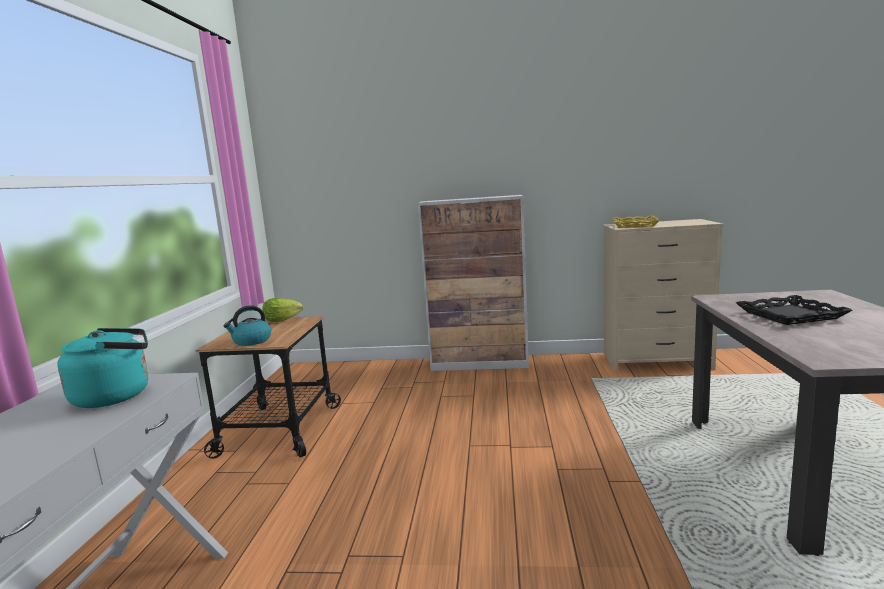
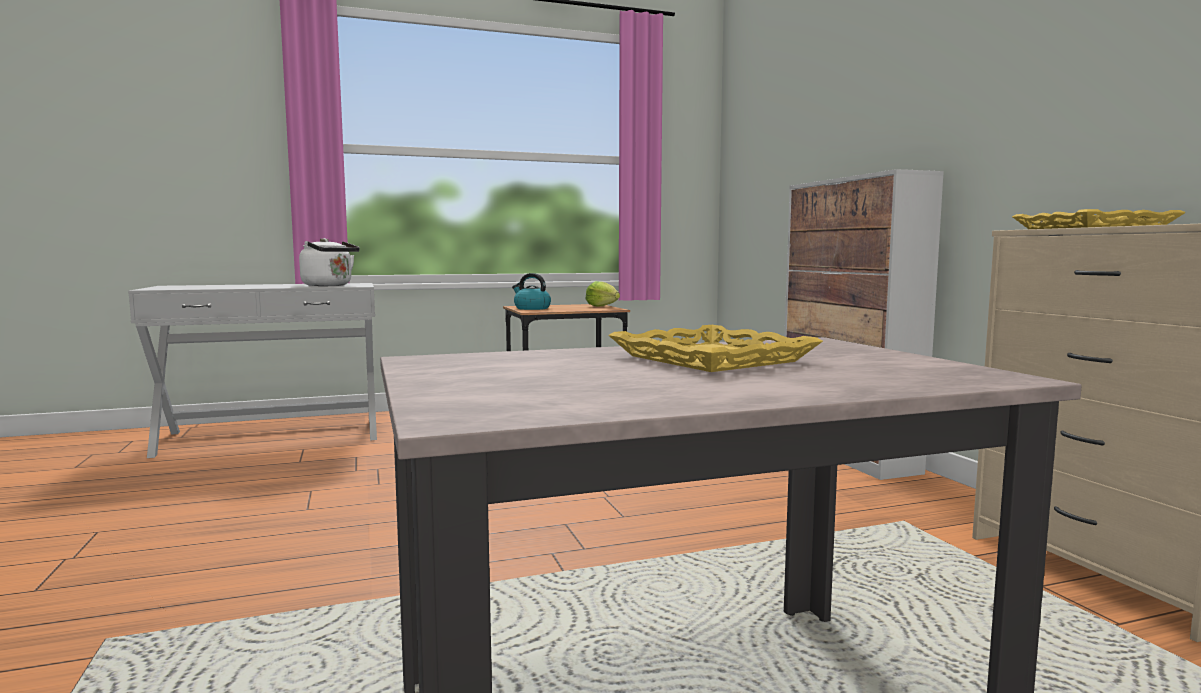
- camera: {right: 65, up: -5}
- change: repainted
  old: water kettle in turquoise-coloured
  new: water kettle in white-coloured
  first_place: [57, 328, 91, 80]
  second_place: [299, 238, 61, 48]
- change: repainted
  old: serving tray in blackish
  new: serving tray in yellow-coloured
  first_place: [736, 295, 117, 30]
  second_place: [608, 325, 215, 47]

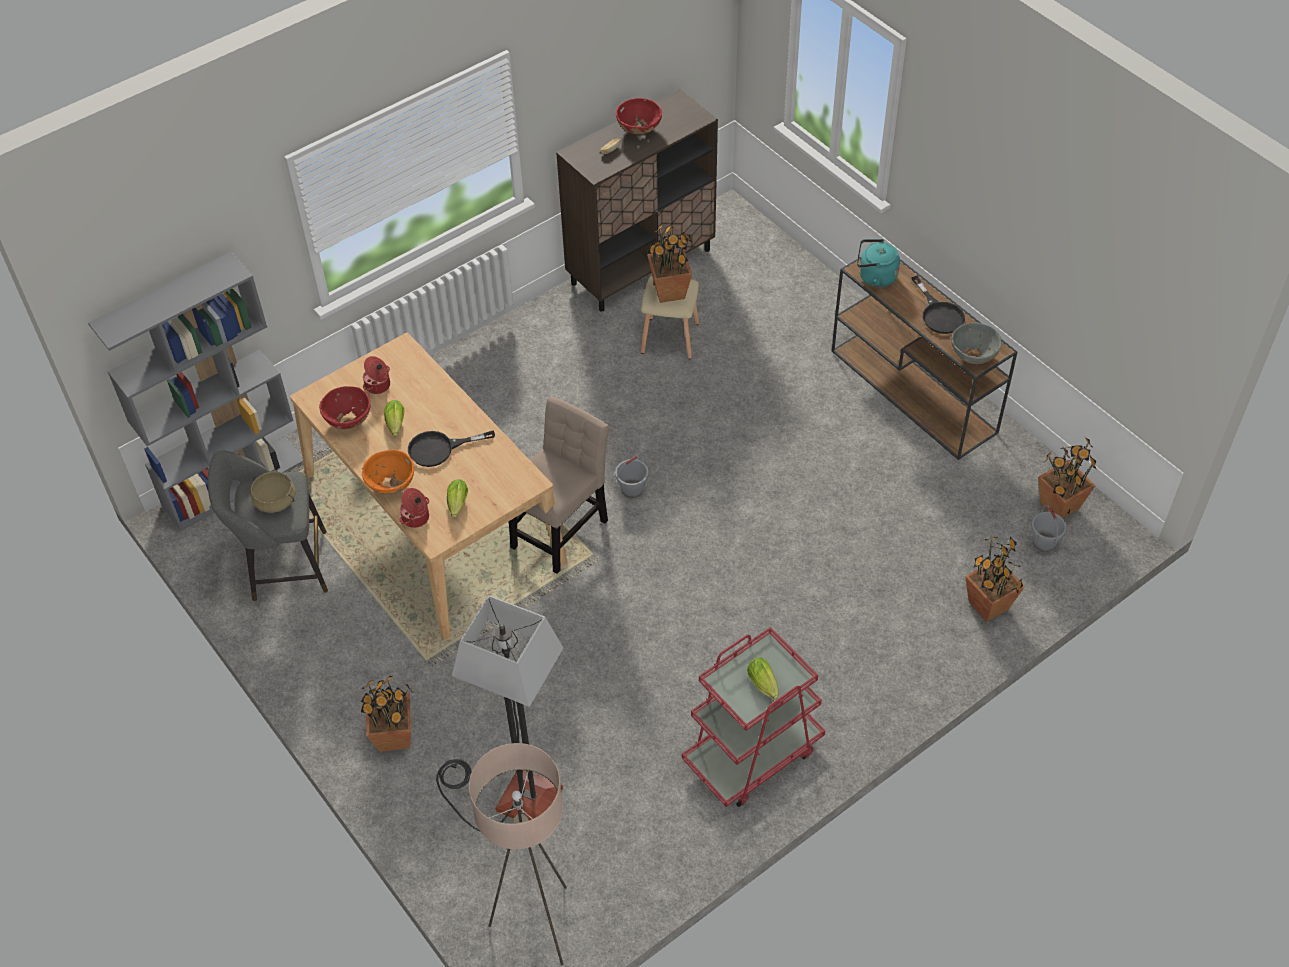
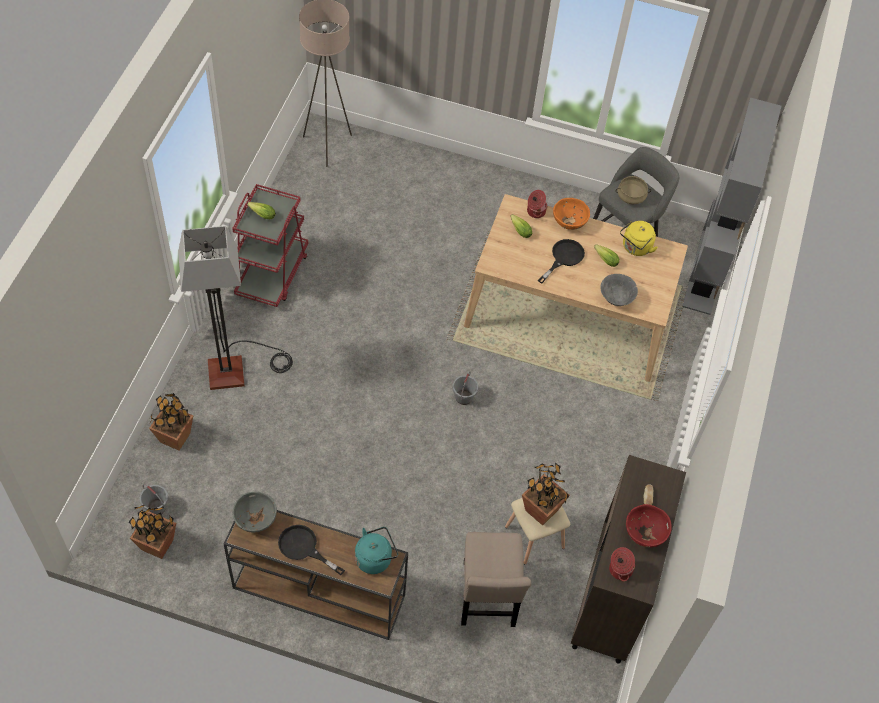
- camera: {right: 140, up: 5}
- change: shifted
  old: standing lamp
  first_place: [436, 595, 127, 237]
  second_place: [178, 226, 115, 164]
- change: shifted
  old: chair in beige
  first_place: [509, 397, 100, 177]
  second_place: [461, 532, 70, 95]
- change: new
  new: bowl in greyish
  second_place: [600, 274, 38, 32]
- change: shifted
  old: stockpot
  first_place: [363, 356, 27, 38]
  second_place: [609, 547, 27, 35]
- change: swapped
  old: bowl in reddish
  new: water kettle in yellow-coloured
  first_place: [319, 386, 51, 43]
  second_place: [620, 221, 38, 35]
- change: gone
  old: houseplant
  first_place: [361, 676, 53, 76]

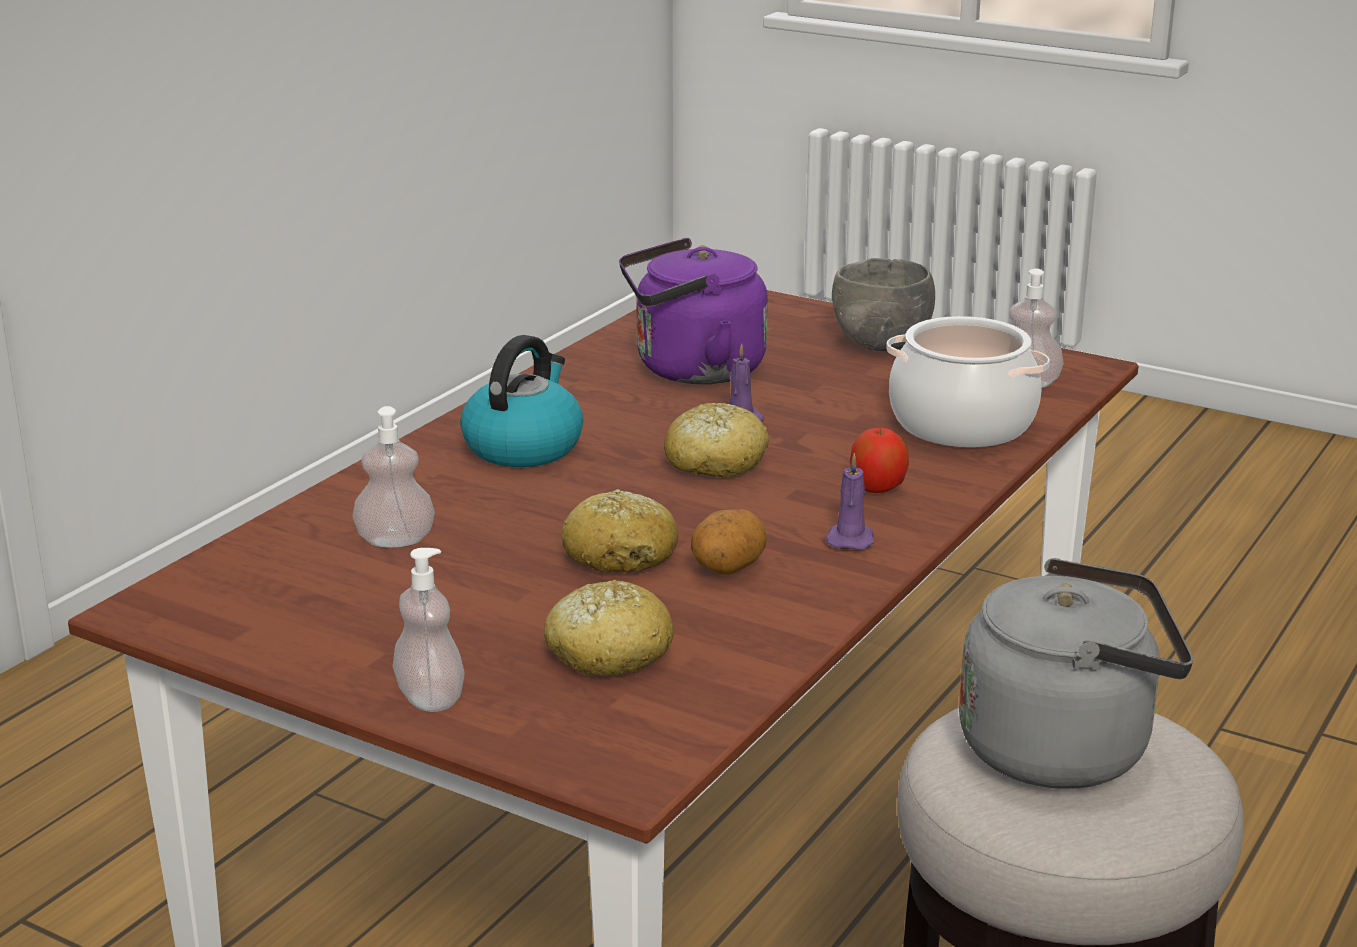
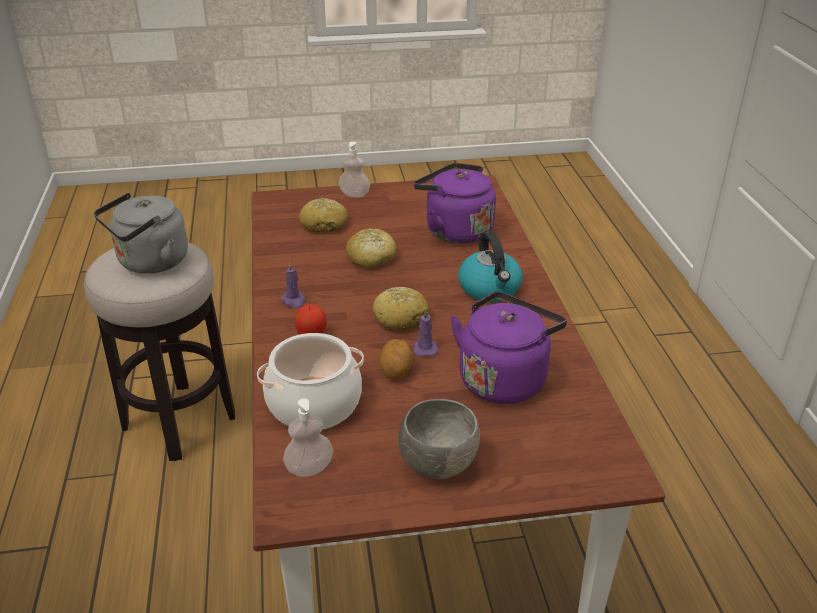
- camera: {right: 140, up: 10}
- change: shifted
  old: spud
  first_place: [691, 509, 76, 66]
  second_place: [379, 339, 34, 40]
- change: swapped
  old: liquid soap bottle
  new: water kettle in purple-coloured
  first_place: [352, 406, 83, 141]
  second_place: [414, 163, 82, 81]

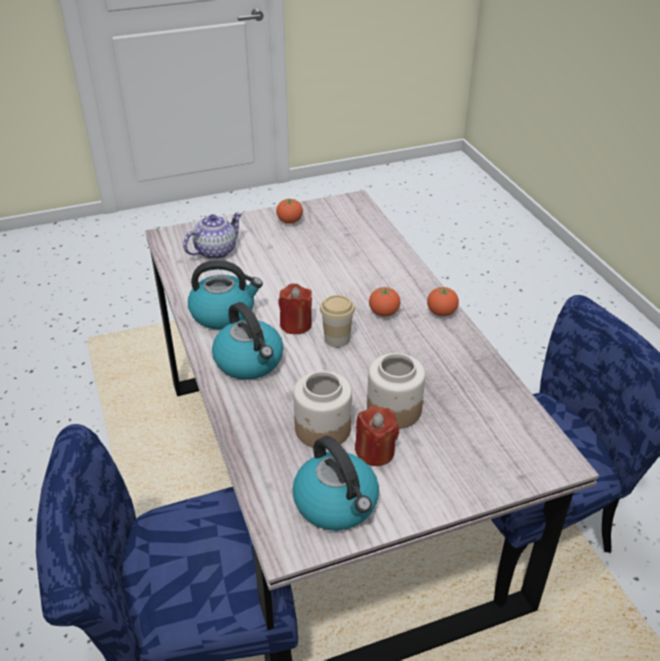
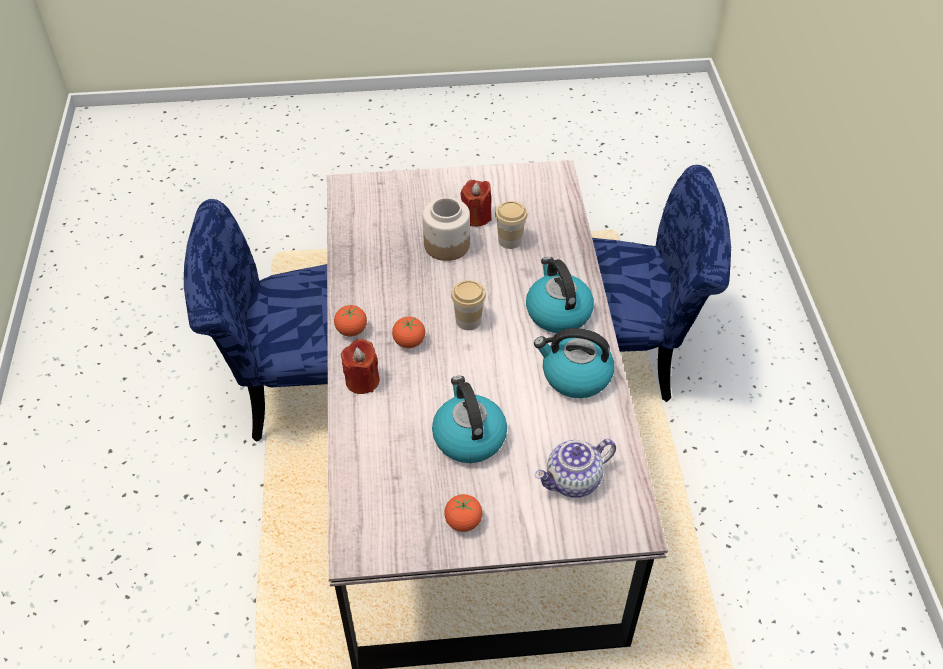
- camera: {right: -165, up: 10}
- change: shifted
  old: wax candle in reddish
  first_place: [278, 283, 34, 51]
  second_place: [341, 339, 39, 55]
- change: shifted
  old: water kettle
  first_place: [292, 436, 87, 95]
  second_place: [432, 376, 75, 87]
- change: swapped
  old: preserve jar
  new: cup
  first_place: [293, 371, 59, 76]
  second_place: [495, 201, 32, 48]

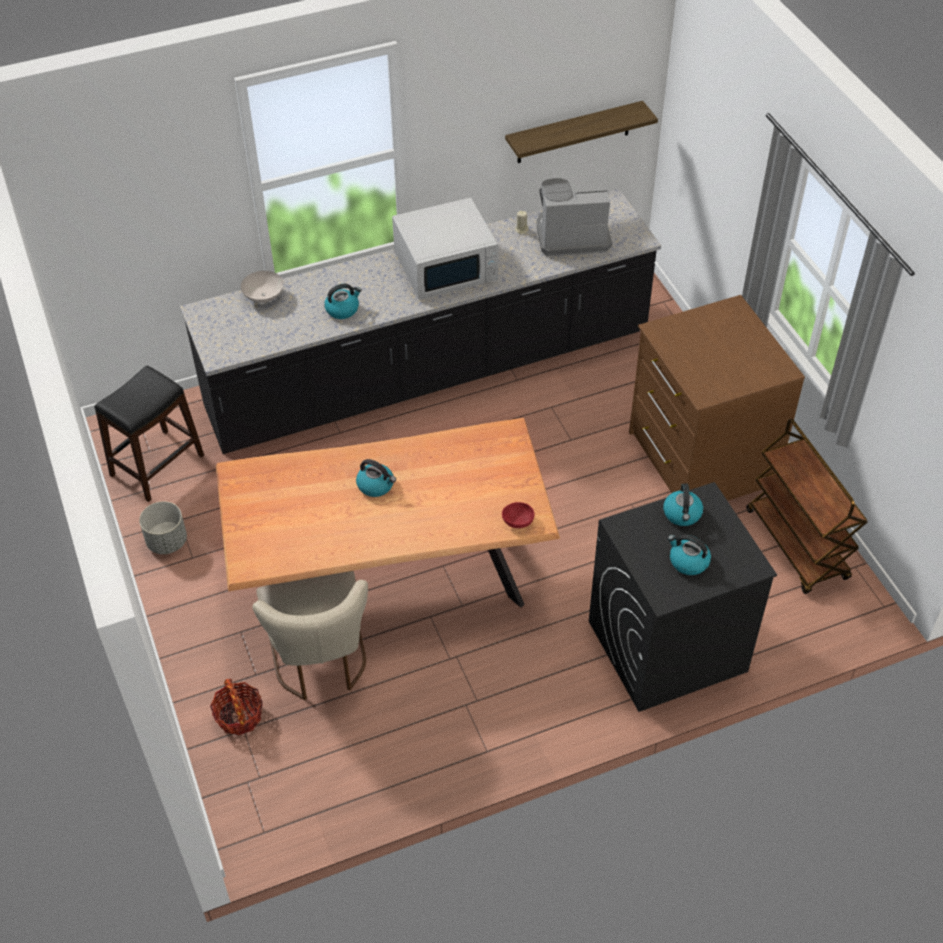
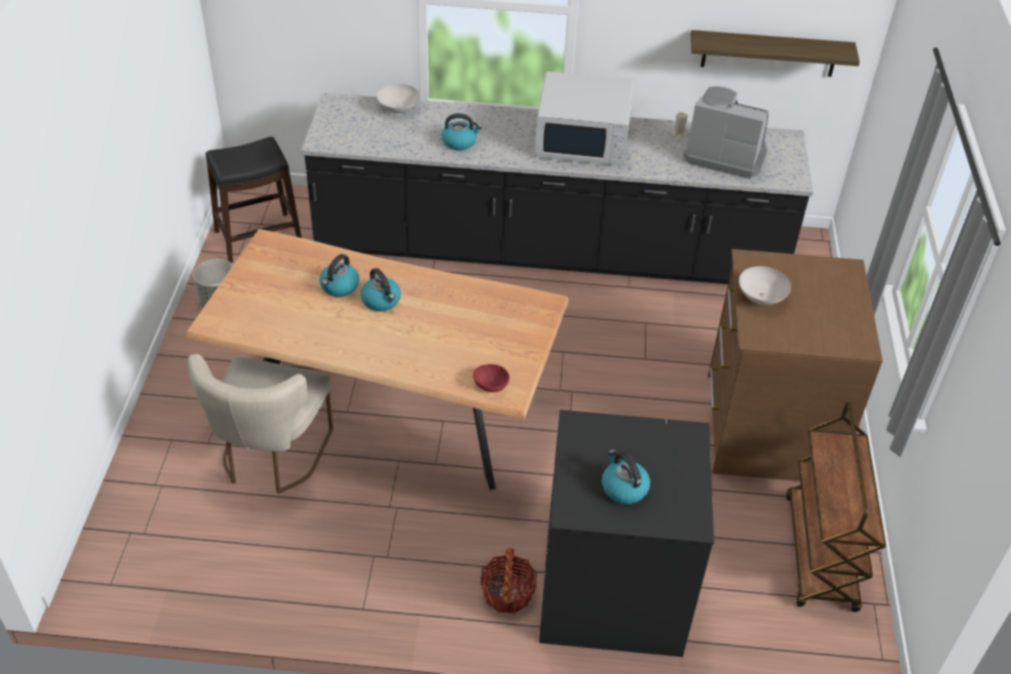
- camera: {right: 25, up: -5}
- change: shifted
  old: water kettle
  first_place: [663, 483, 40, 43]
  second_place: [320, 254, 39, 43]
- change: shifted
  old: basket
  first_place: [210, 679, 53, 56]
  second_place: [480, 548, 57, 66]
- change: new
  new: bowl in white-coloured
  second_place: [739, 266, 52, 39]

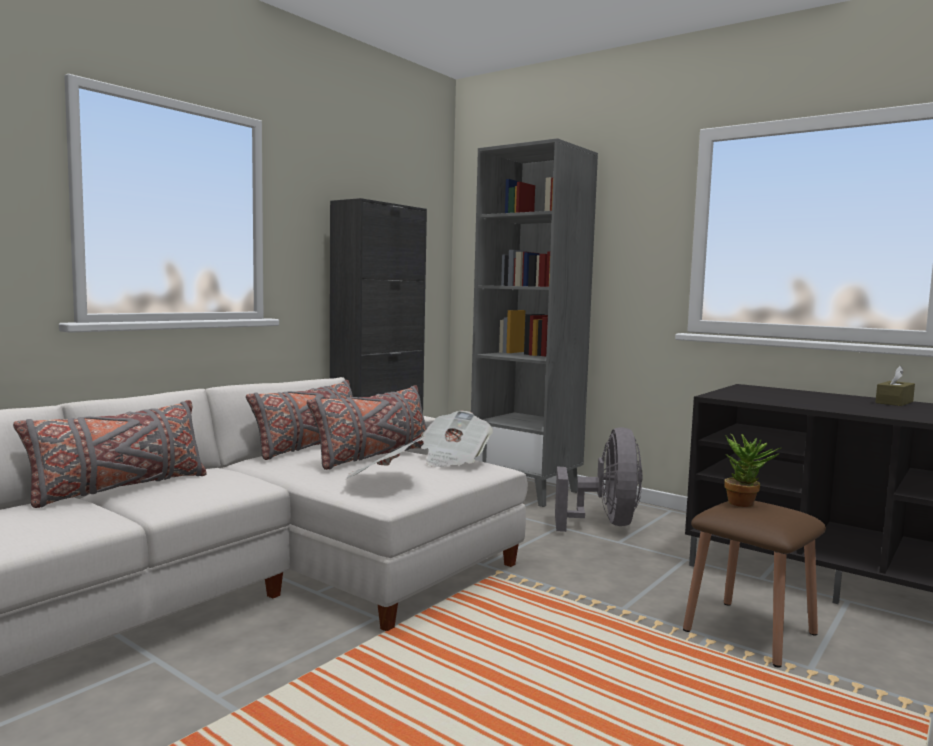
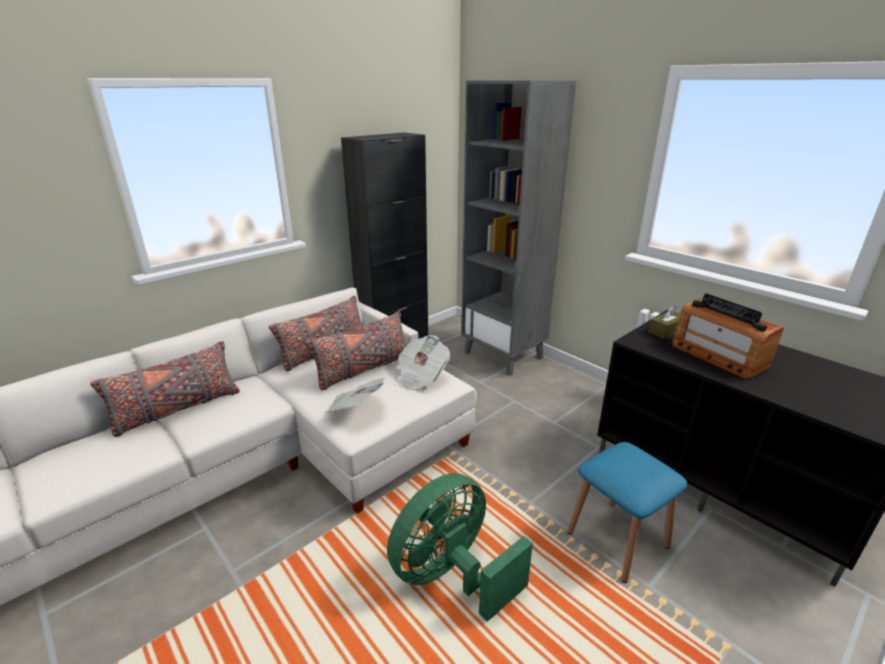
- camera: {right: 10, up: 20}
- change: new
  new: cooling fan in greenish
  second_place: [387, 473, 146, 149]
- change: repainted
  old: stool seat in brown-coloured
  new: stool seat in blue
  first_place: [683, 501, 143, 167]
  second_place: [567, 442, 121, 141]
- change: shifted
  old: tissue holder in brown-coloured
  first_place: [875, 366, 40, 40]
  second_place: [648, 305, 32, 34]
- change: new
  new: radio receiver
  second_place: [672, 293, 112, 87]
- change: gone
  old: cooling fan in greyish
  first_place: [555, 427, 88, 105]
- change: gone
  old: houseplant
  first_place: [724, 433, 57, 74]

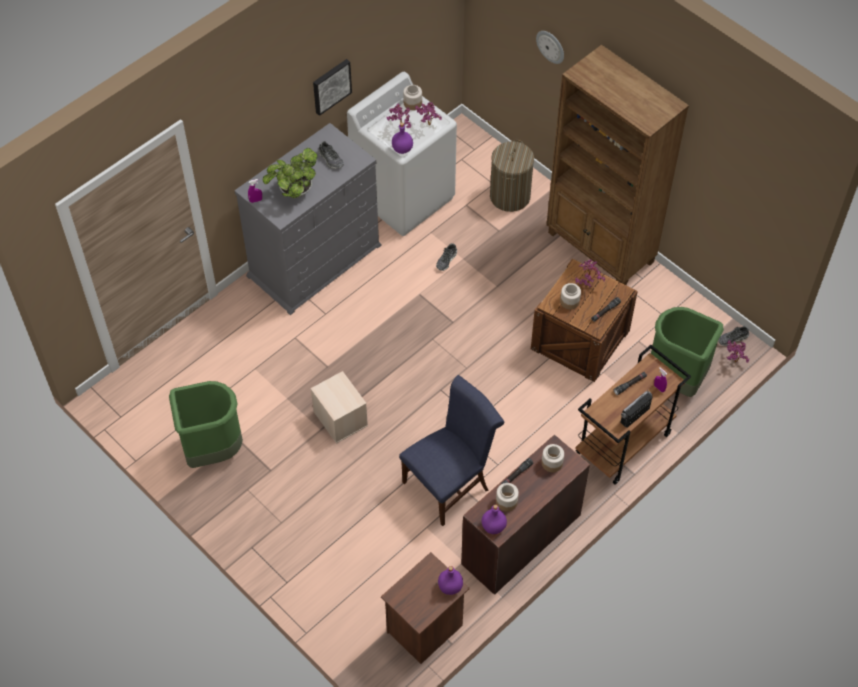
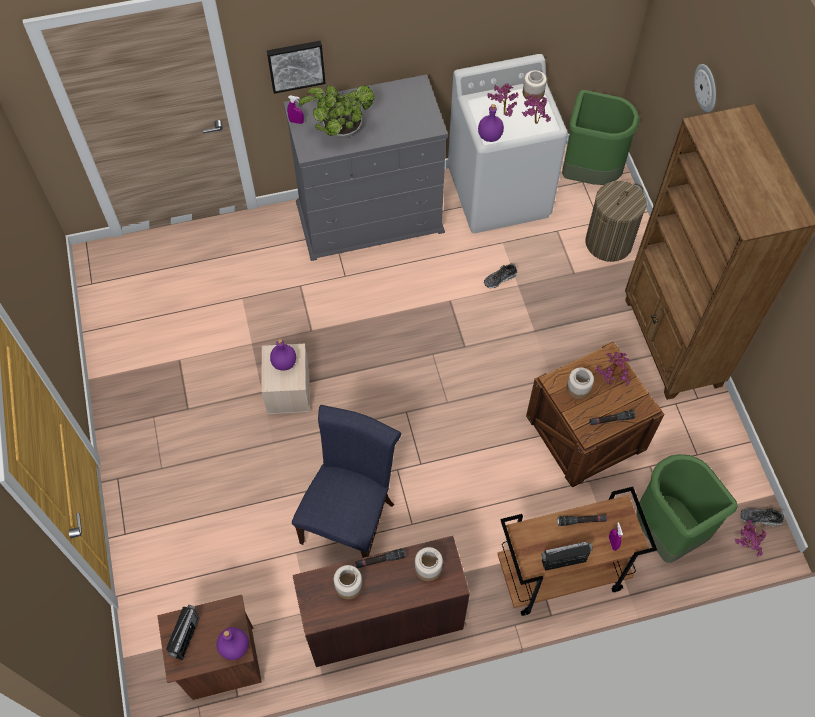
- camera: {right: 30, up: 5}
- change: new
  new: radio receiver
  second_place: [166, 605, 34, 55]
- change: shifted
  old: wall art
  first_place: [313, 59, 39, 57]
  second_place: [267, 41, 59, 53]
- change: shifted
  old: bottle in purple-coloured
  first_place: [482, 505, 25, 29]
  second_place: [270, 339, 26, 32]
- change: rotated
  old: chair in blue
  first_place: [399, 375, 105, 151]
  second_place: [292, 405, 109, 153]
  degrees: -60
- change: shifted
  old: trash can in greenish
  first_place: [169, 381, 74, 87]
  second_place: [562, 90, 78, 95]
- change: gone
  old: item of footwear
  first_place: [318, 141, 26, 28]

